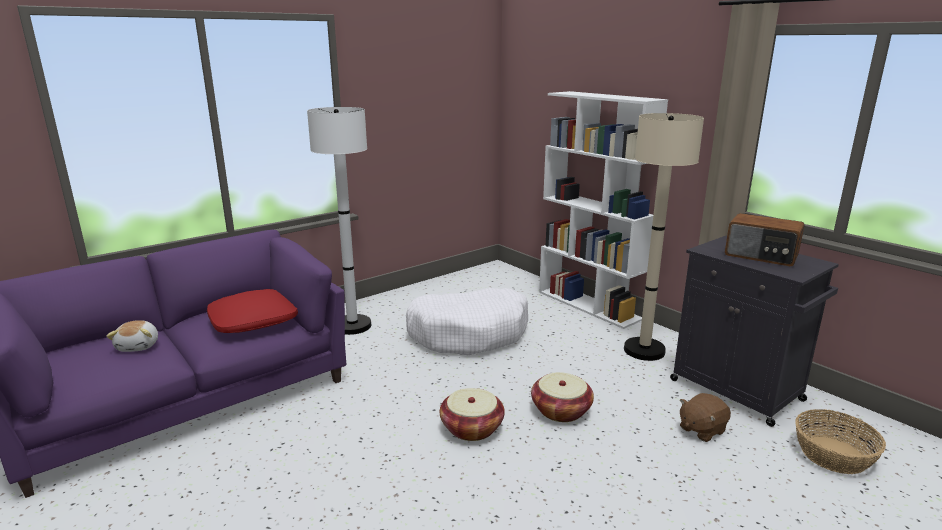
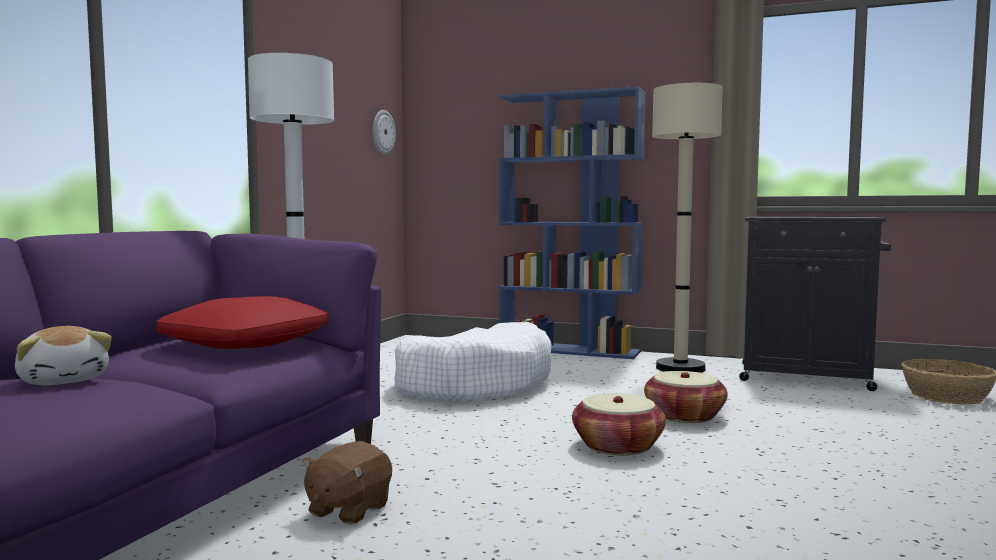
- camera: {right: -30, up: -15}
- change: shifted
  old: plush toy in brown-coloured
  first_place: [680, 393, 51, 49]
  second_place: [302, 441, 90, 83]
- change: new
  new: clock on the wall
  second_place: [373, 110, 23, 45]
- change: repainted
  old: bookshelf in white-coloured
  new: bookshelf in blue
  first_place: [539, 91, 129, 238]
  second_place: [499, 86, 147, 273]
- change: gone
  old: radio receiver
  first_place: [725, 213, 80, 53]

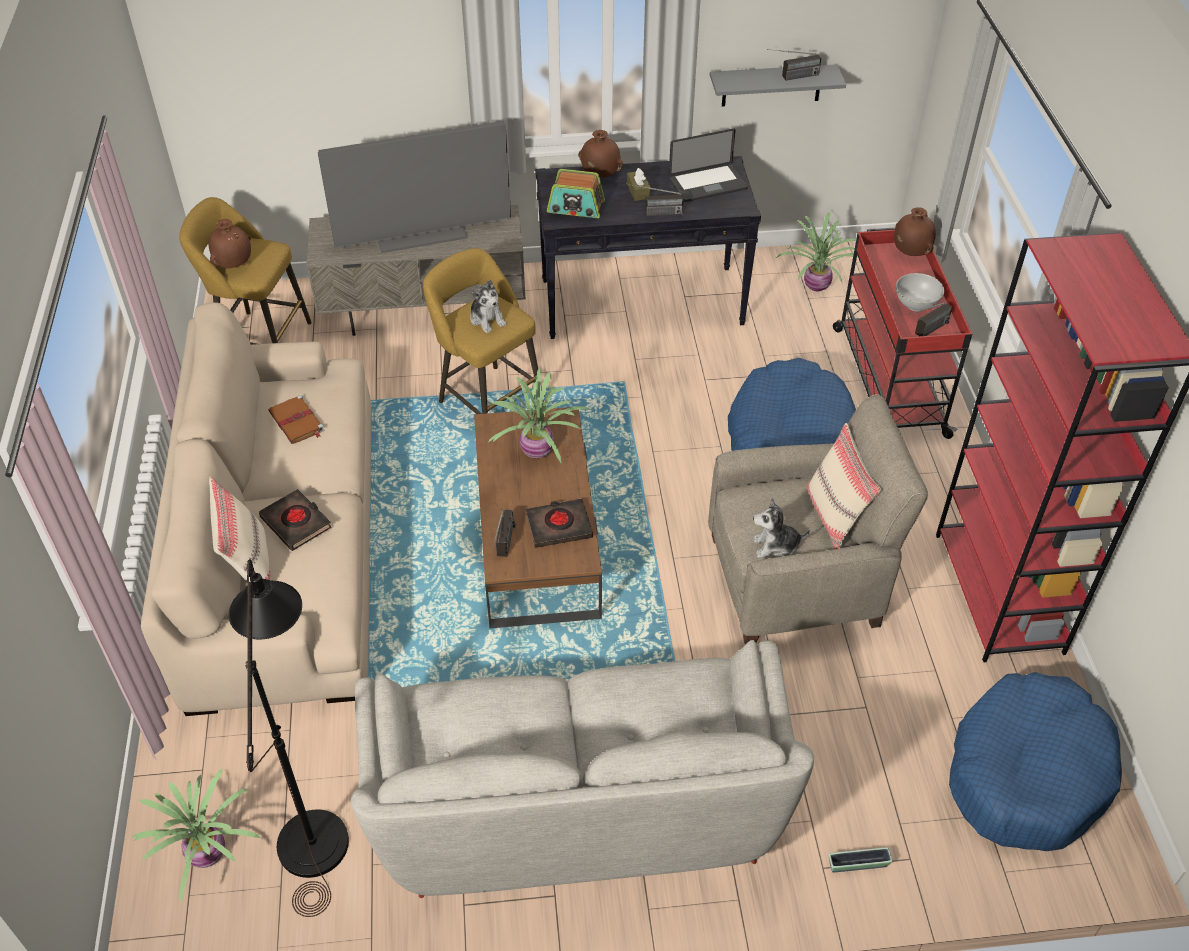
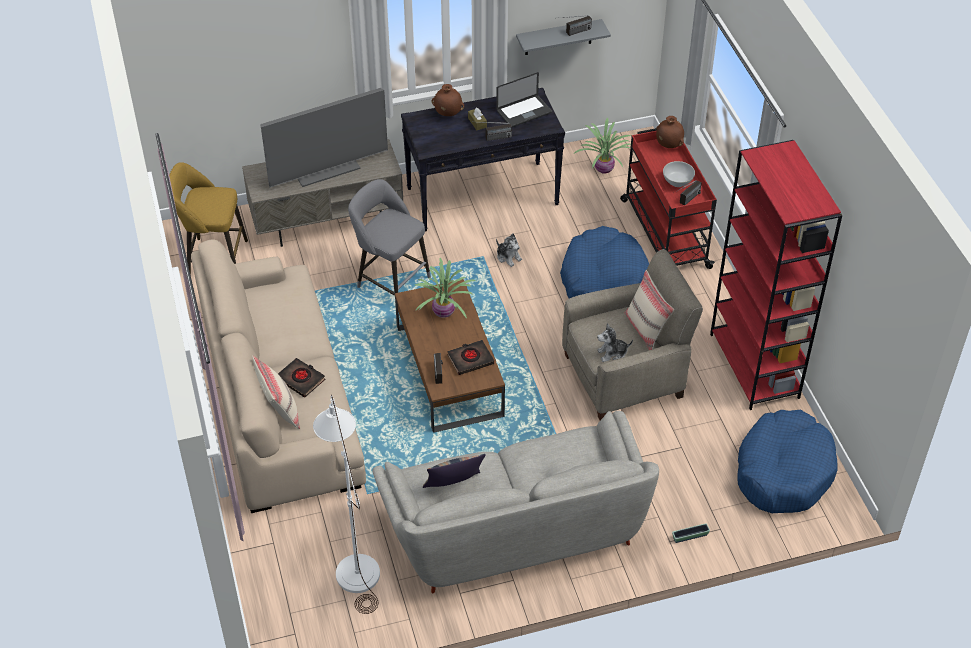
- camera: {right: -10, up: 0}
- change: repainted
  old: standing lamp in blackish
  new: standing lamp in white-coloured
  first_place: [229, 559, 120, 358]
  second_place: [313, 395, 67, 219]
- change: repainted
  old: stool seat in yellow-coloured
  new: stool seat in greyish
  first_place: [423, 248, 121, 166]
  second_place: [348, 179, 83, 117]
- change: new
  new: throw pillow
  second_place: [423, 454, 62, 34]
- change: shifted
  old: plush toy
  first_place: [470, 280, 37, 53]
  second_place: [496, 233, 26, 34]
- change: gone
  old: houseplant
  first_place: [131, 768, 130, 135]
- change: gone
  old: flower vase in brown-coloured
  first_place: [209, 219, 42, 49]
- change: gone
  old: book in brown-coloured
  first_place: [268, 395, 57, 49]
- change: gone
  old: radio receiver
  first_place: [547, 169, 58, 49]

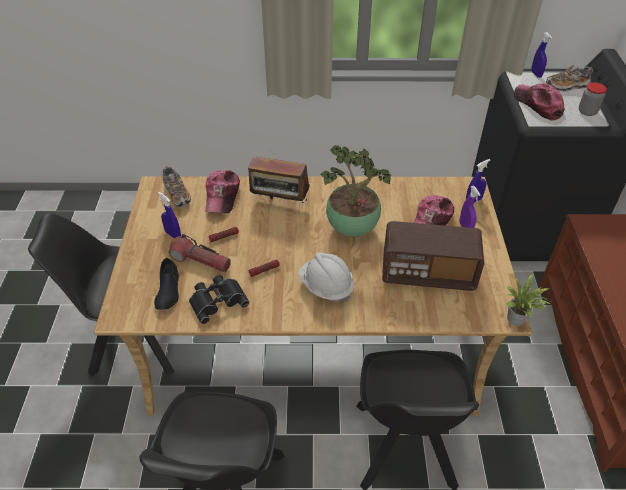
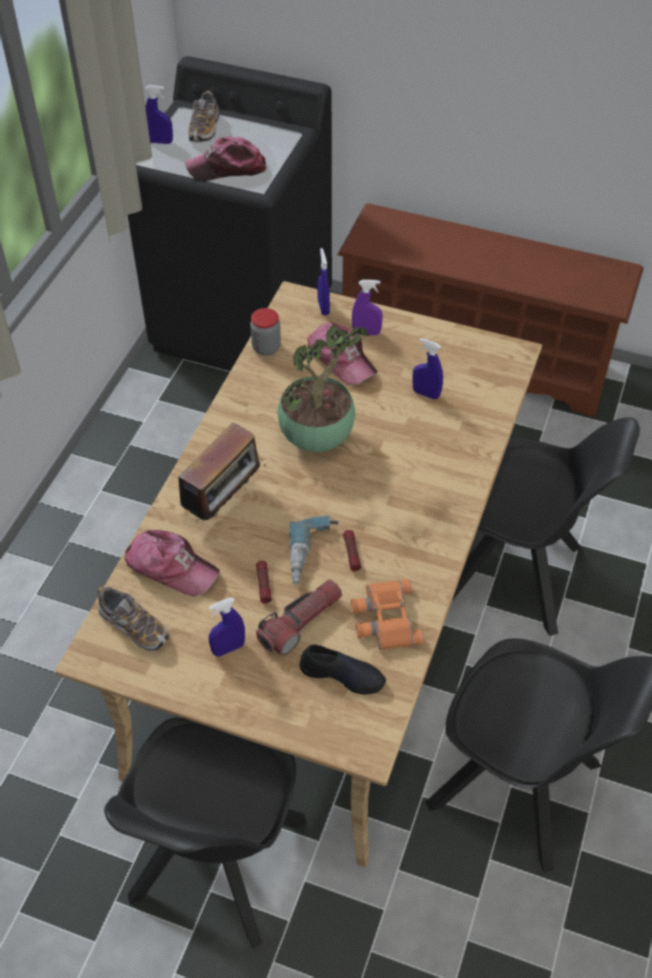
- camera: {right: -70, up: 5}
- change: rotated
  old: item of footwear
  first_place: [163, 166, 28, 41]
  second_place: [97, 587, 72, 65]
  degrees: 45
- change: shifted
  old: preserve jar
  first_place: [579, 83, 28, 33]
  second_place: [250, 308, 31, 48]
- change: new
  new: power drill
  second_place: [289, 515, 50, 71]
- change: repainted
  old: pair of binoculars in blackish
  new: pair of binoculars in orange-coloured
  first_place: [189, 275, 60, 49]
  second_place: [351, 579, 73, 71]
- change: swapped
  old: radio receiver
  new: spray bottle in blue
  first_place: [382, 221, 102, 70]
  second_place: [412, 338, 31, 62]
- change: gone
  old: hard hat in white-coloured
  first_place: [298, 253, 56, 50]
- change: gone
  old: houseplant
  first_place: [505, 273, 48, 53]

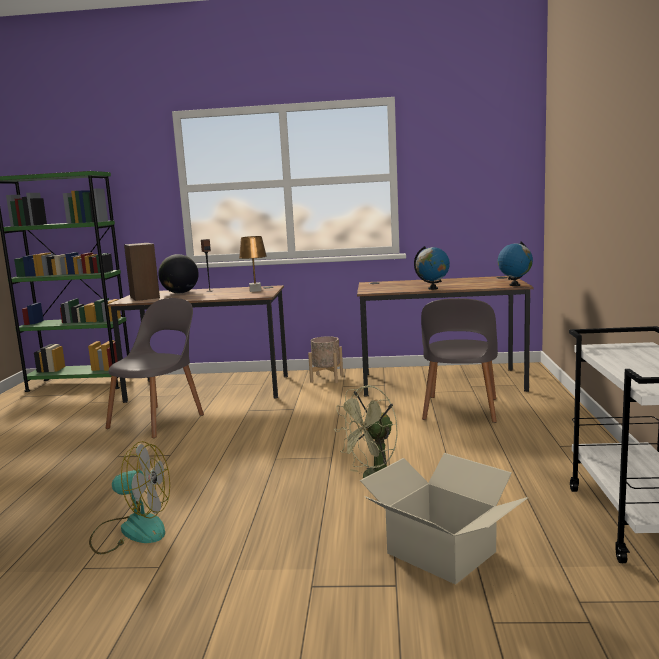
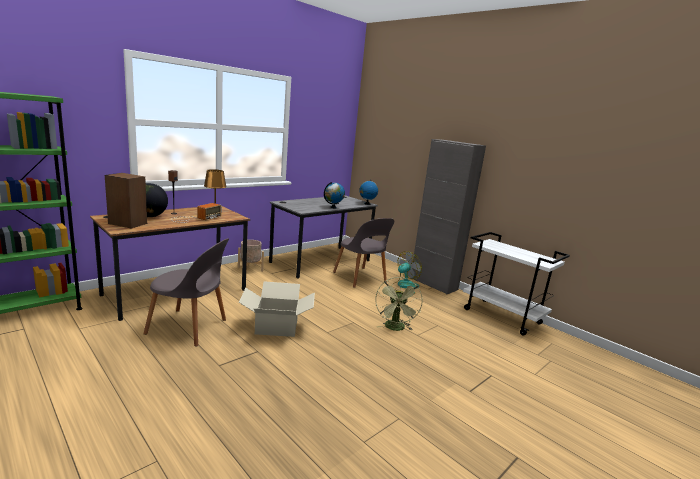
- camera: {right: -50, up: 5}
- change: rotated
  old: chair in greyish
  first_place: [106, 298, 98, 140]
  second_place: [144, 238, 85, 108]
  degrees: 120
- change: new
  new: radio receiver
  second_place: [171, 203, 50, 20]
- change: shifted
  old: packing box
  first_place: [360, 453, 168, 131]
  second_place: [239, 281, 76, 56]
- change: repainted
  old: desk table in brown-coloured
  new: desk table in greyish
  first_place: [357, 276, 177, 121]
  second_place: [269, 195, 109, 83]
- change: shifted
  old: cooling fan
  first_place: [89, 441, 81, 113]
  second_place: [391, 251, 31, 43]
- change: new
  new: cabinet in greyish
  second_place: [410, 139, 76, 155]

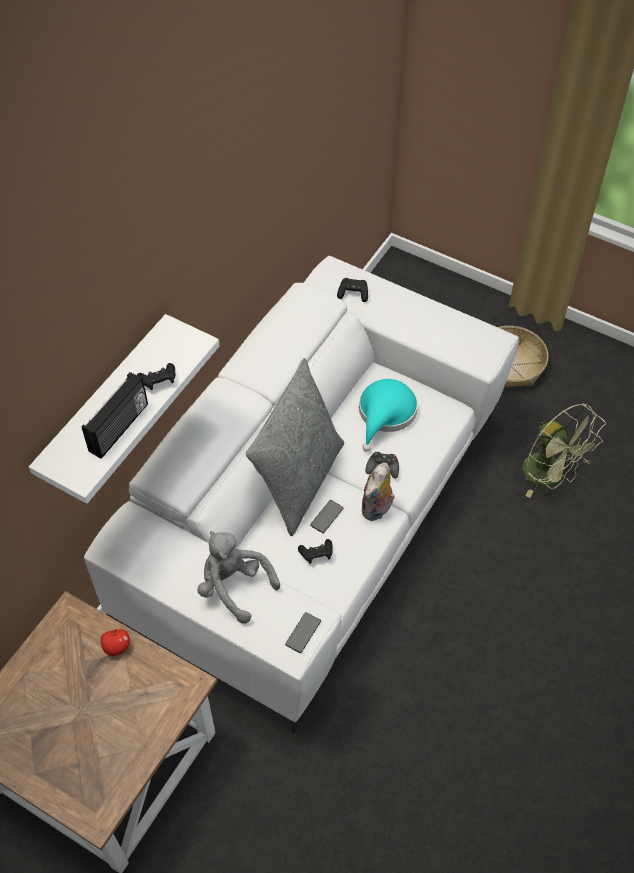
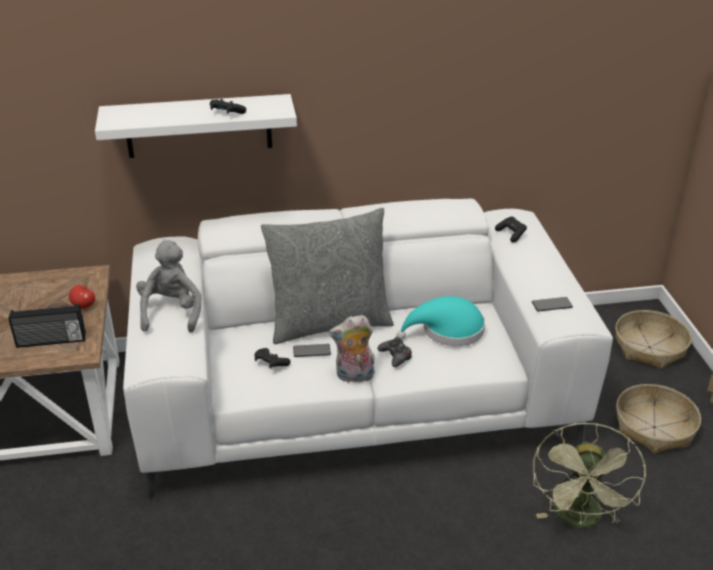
- camera: {right: 50, up: -20}
- change: shifted
  old: radio receiver
  first_place: [82, 372, 66, 87]
  second_place: [8, 304, 78, 44]
- change: shifted
  old: phone
  first_place: [285, 612, 36, 41]
  second_place: [532, 297, 41, 14]
- change: new
  new: basket
  second_place: [615, 310, 77, 59]

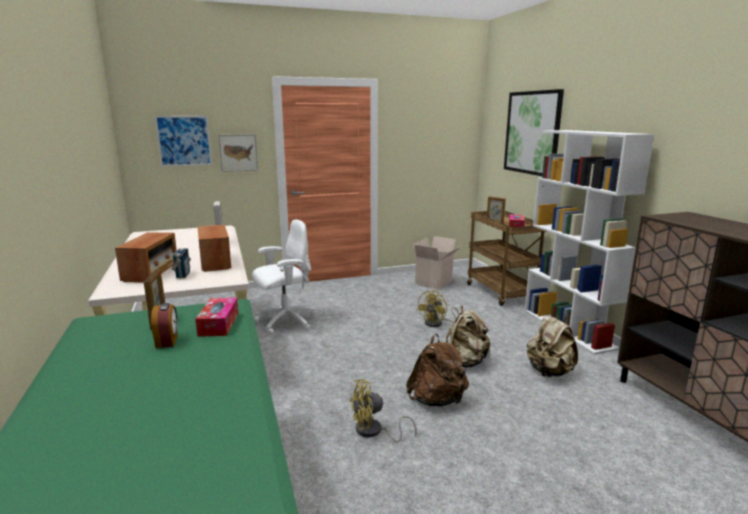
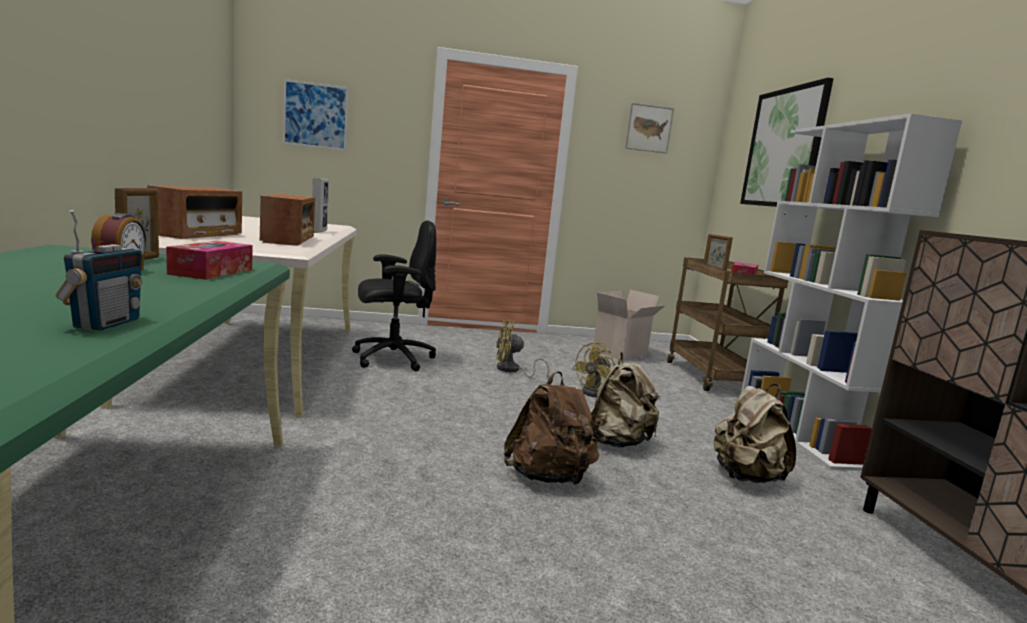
- camera: {right: 10, up: -5}
- change: shifted
  old: radio receiver
  first_place: [171, 240, 20, 38]
  second_place: [56, 210, 86, 121]
- change: repainted
  old: computer chair in white-coloured
  new: computer chair in blackish
  first_place: [252, 219, 63, 116]
  second_place: [352, 220, 84, 151]
- change: shifted
  old: cooling fan in yellow-coloured
  first_place: [350, 379, 67, 63]
  second_place: [496, 320, 53, 58]
- change: shifted
  old: wall art
  first_place: [218, 134, 40, 38]
  second_place: [625, 103, 49, 51]

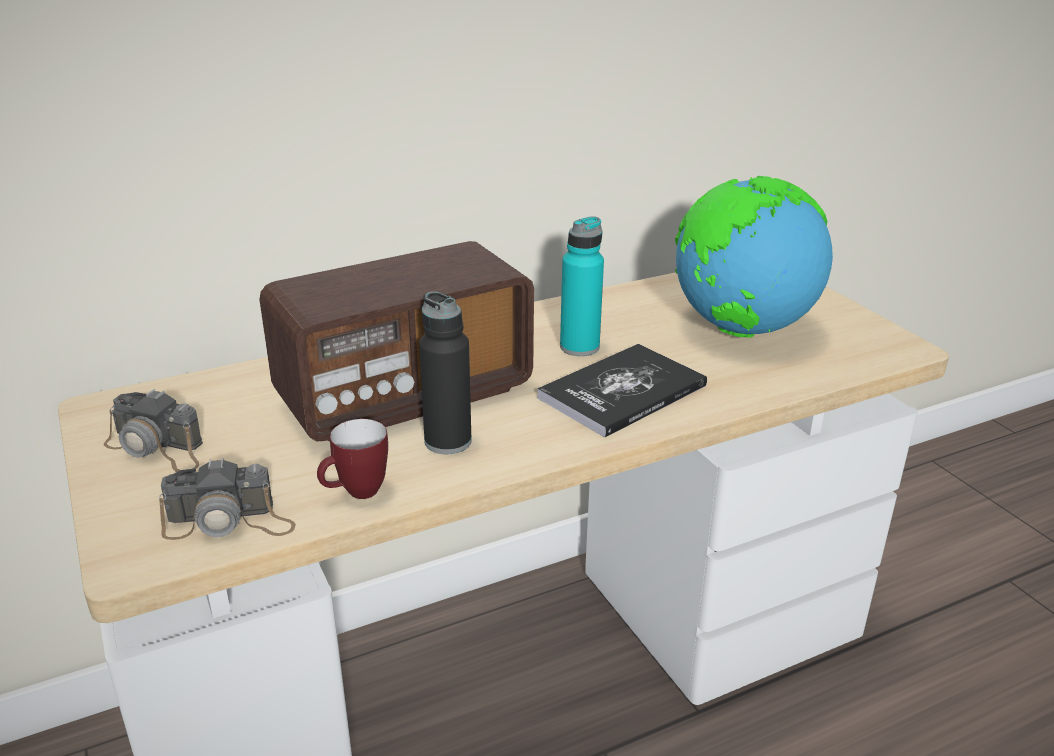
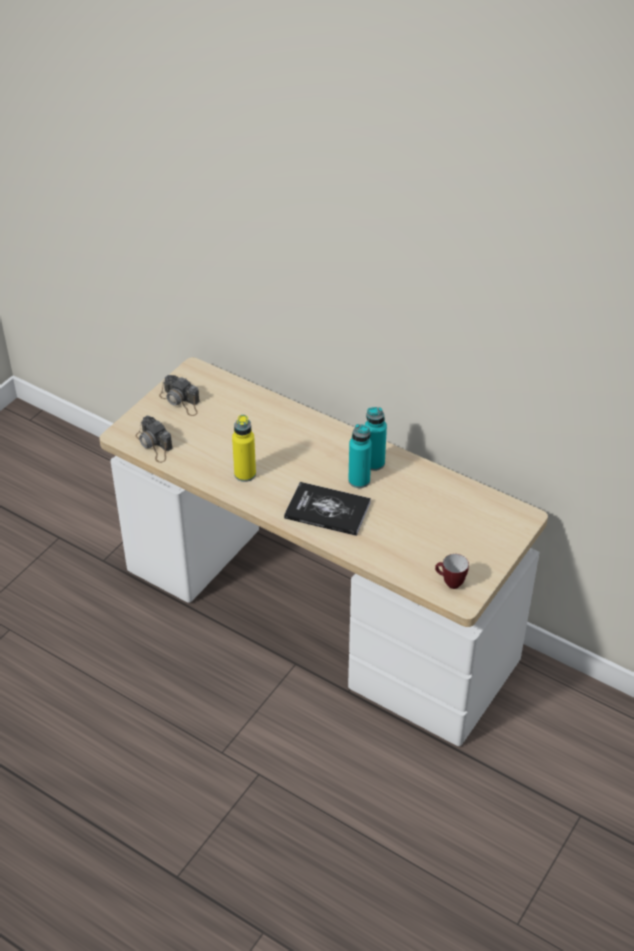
- camera: {right: 60, up: 15}
- change: rotated
  old: photo camera
  first_place: [104, 389, 99, 83]
  second_place: [159, 375, 41, 41]
  degrees: -45
- change: repainted
  old: bottle in blackish
  new: bottle in yellow-coloured
  first_place: [419, 291, 53, 163]
  second_place: [232, 415, 24, 67]
- change: new
  new: bottle in turquoise-coloured
  second_place: [365, 407, 22, 64]
- change: shifted
  old: tea mug
  first_place: [317, 419, 71, 80]
  second_place: [435, 554, 34, 35]
- change: gone
  old: radio receiver
  first_place: [260, 241, 274, 201]
- change: gone
  old: globe
  first_place: [675, 176, 158, 161]

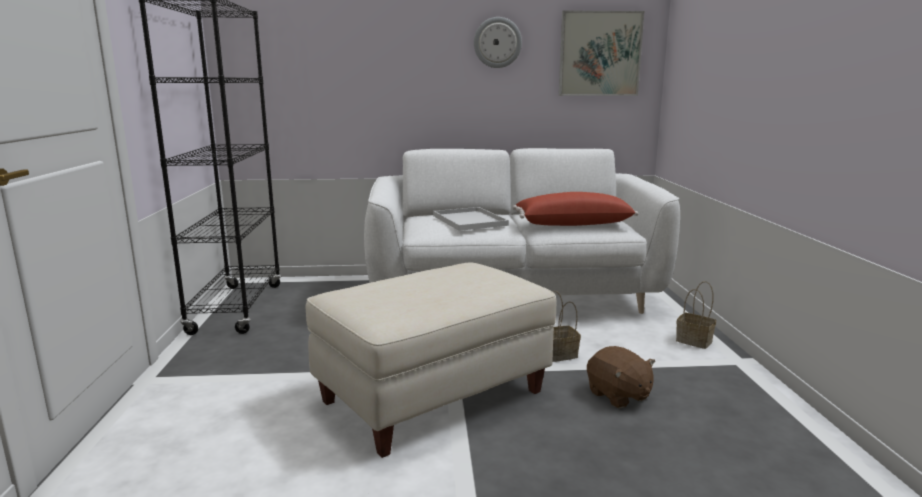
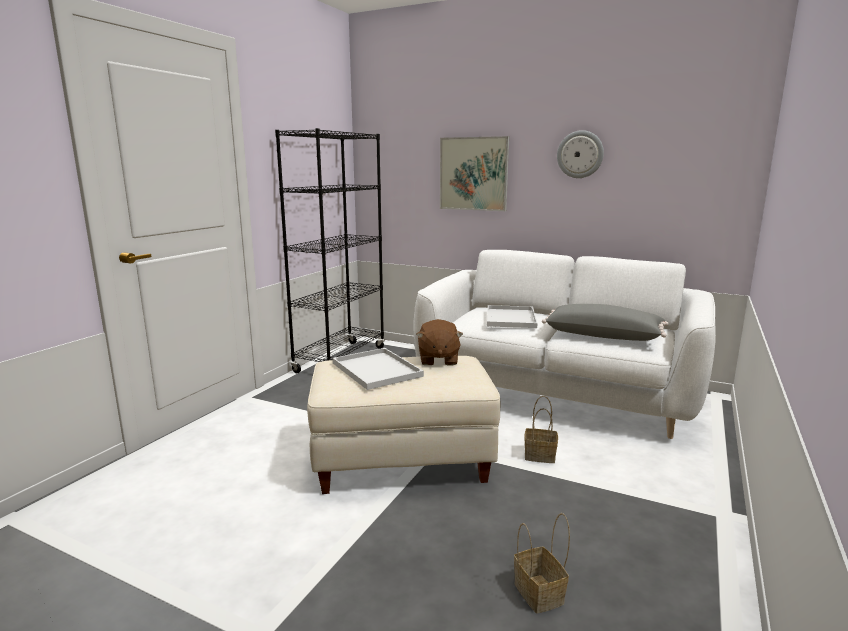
- camera: {right: 30, up: 0}
- change: new
  new: serving tray in white-coloured
  second_place: [333, 348, 91, 42]
- change: shifted
  old: plush toy in brown-coloured
  first_place: [587, 346, 68, 63]
  second_place: [416, 319, 47, 46]
- change: shifted
  old: wall art
  first_place: [559, 10, 85, 86]
  second_place: [440, 136, 69, 75]
- change: shifted
  old: basket
  first_place: [676, 281, 40, 68]
  second_place: [514, 513, 56, 100]
- change: repainted
  old: throw pillow in reddish
  new: throw pillow in greyish
  first_place: [512, 192, 127, 34]
  second_place: [542, 304, 127, 37]

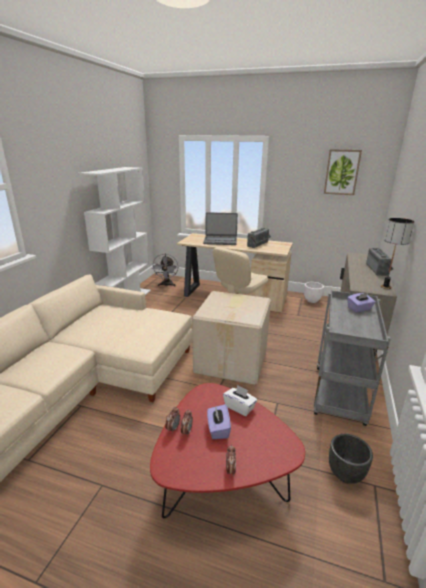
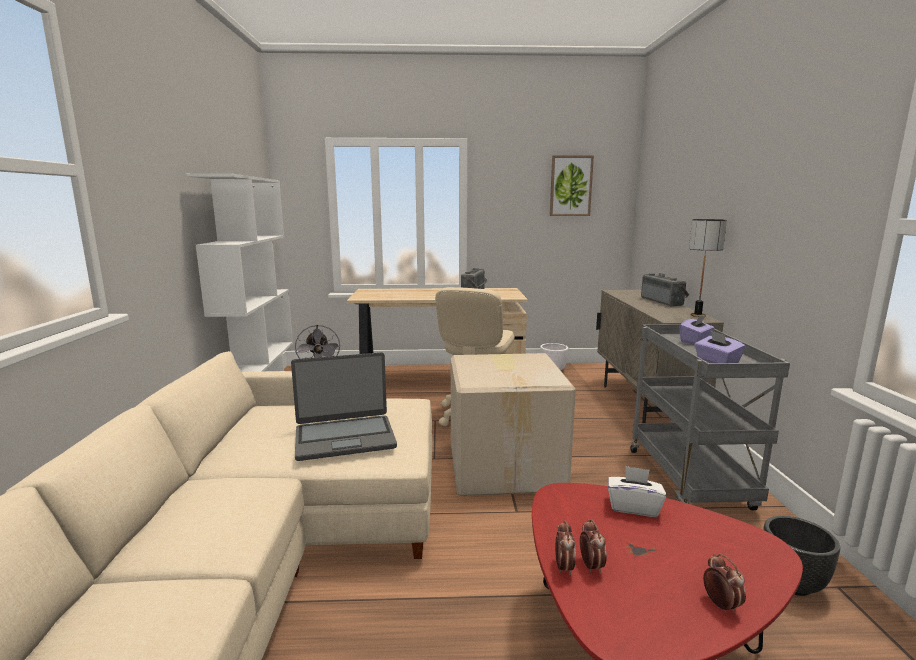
- camera: {right: -20, up: -10}
- change: shifted
  old: portable computer
  first_place: [203, 212, 35, 33]
  second_place: [291, 352, 106, 109]
- change: shifted
  old: tissue holder in purple-coloured
  first_place: [207, 404, 24, 35]
  second_place: [694, 331, 52, 32]

